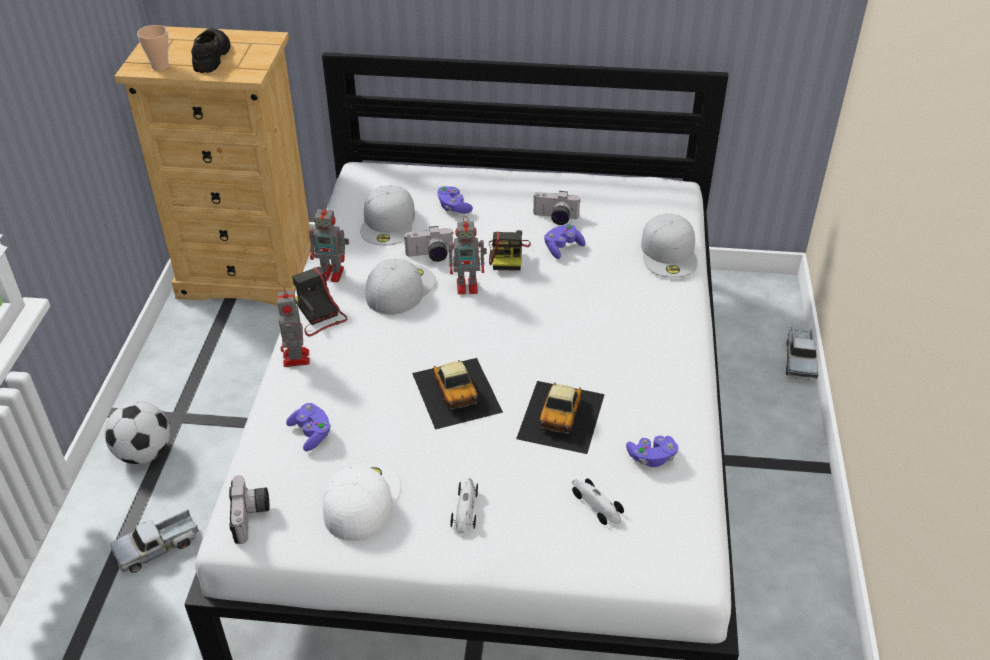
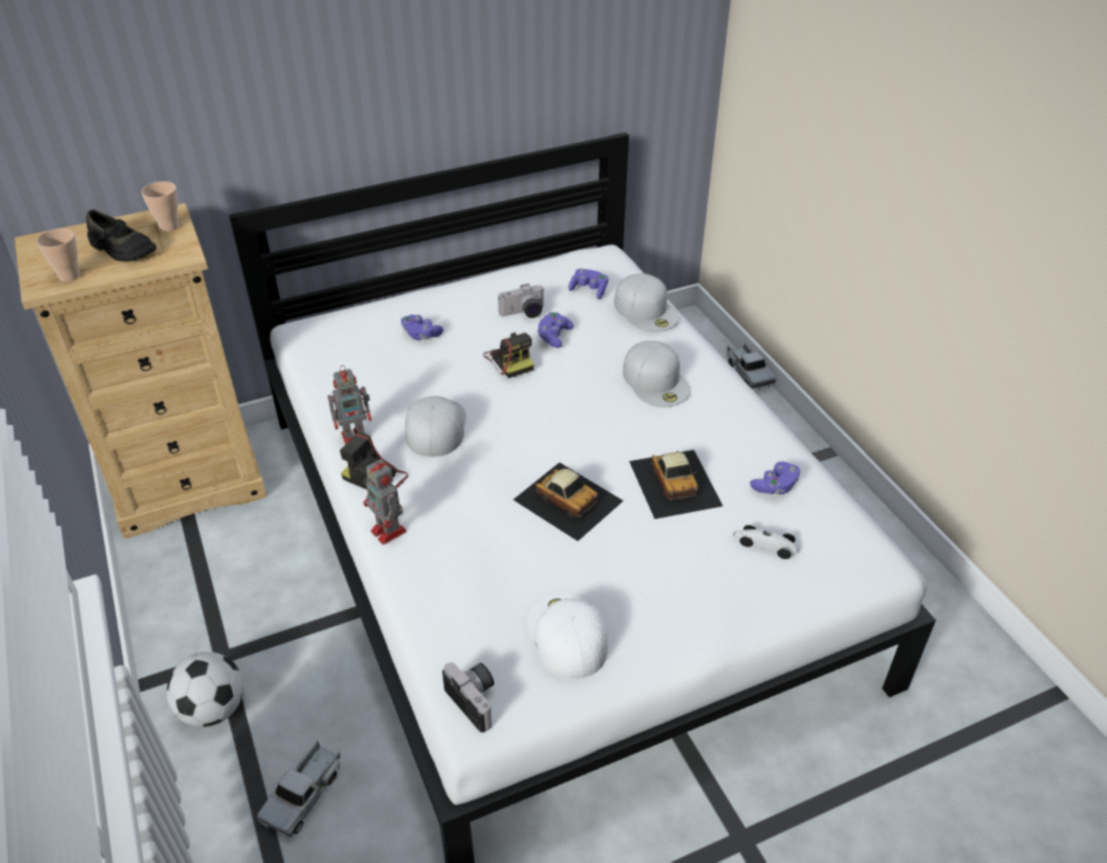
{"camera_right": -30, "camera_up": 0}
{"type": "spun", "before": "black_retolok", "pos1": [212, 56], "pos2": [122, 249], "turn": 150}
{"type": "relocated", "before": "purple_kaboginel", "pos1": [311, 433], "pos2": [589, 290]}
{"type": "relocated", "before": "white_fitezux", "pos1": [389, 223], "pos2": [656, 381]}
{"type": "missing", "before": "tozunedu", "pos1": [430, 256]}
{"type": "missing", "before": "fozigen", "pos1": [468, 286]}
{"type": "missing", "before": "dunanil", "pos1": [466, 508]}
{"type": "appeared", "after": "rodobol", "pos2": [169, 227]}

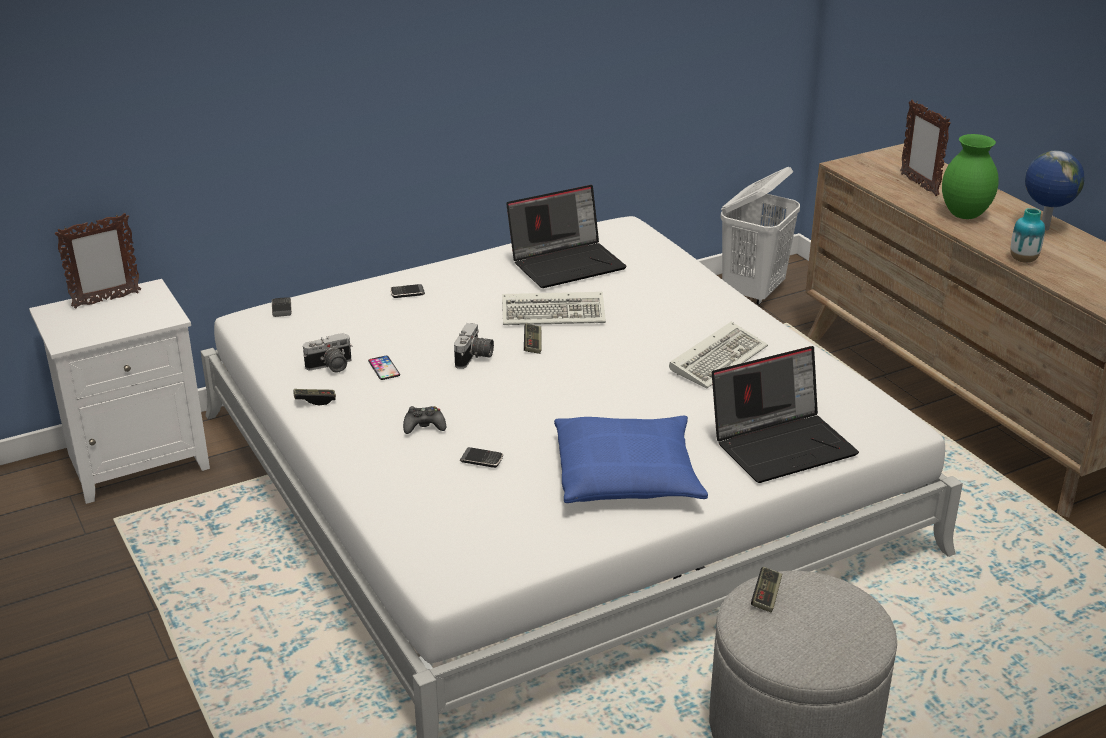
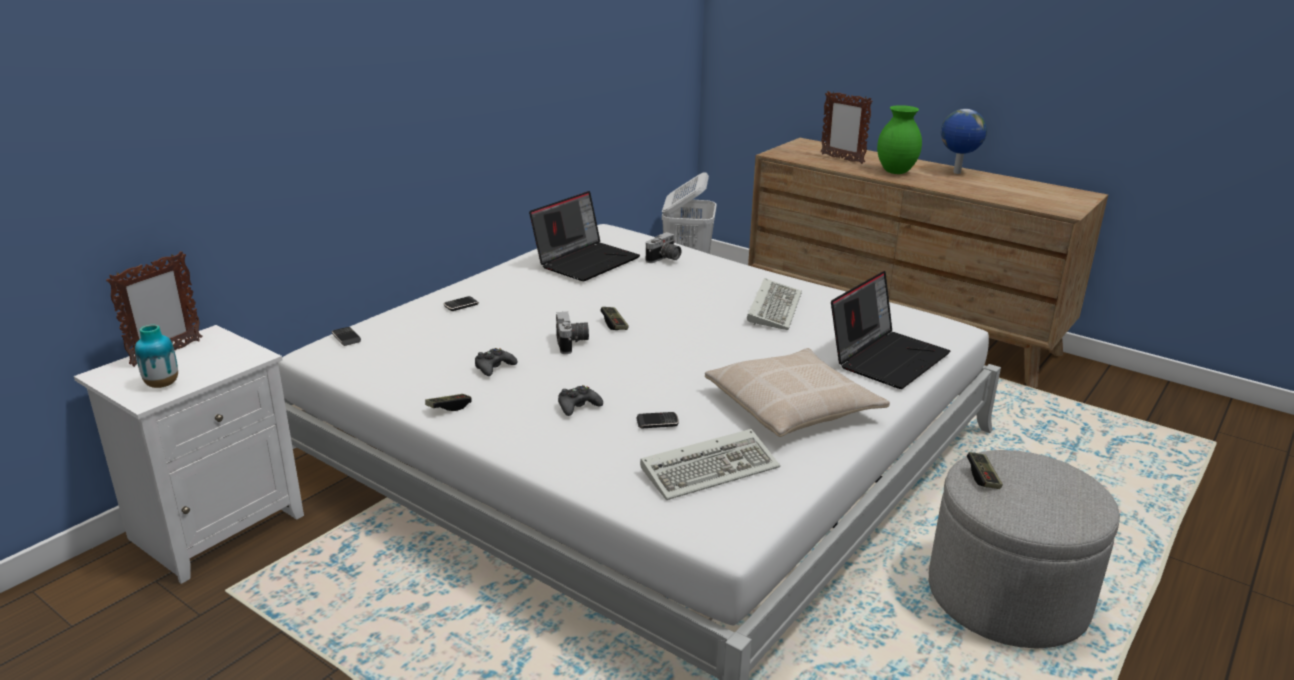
{"camera_right": -25, "camera_up": -5}
{"type": "relocated", "before": "tozunedu", "pos1": [330, 367], "pos2": [664, 259]}
{"type": "exchanged", "before": "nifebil", "after": "black_kaboginel", "pos1": [384, 368], "pos2": [494, 367]}
{"type": "relocated", "before": "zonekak", "pos1": [555, 313], "pos2": [711, 468]}
{"type": "colour", "before": "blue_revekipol", "after": "beige_revekipol", "pos1": [627, 475], "pos2": [793, 407]}
{"type": "relocated", "before": "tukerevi", "pos1": [1023, 260], "pos2": [162, 384]}

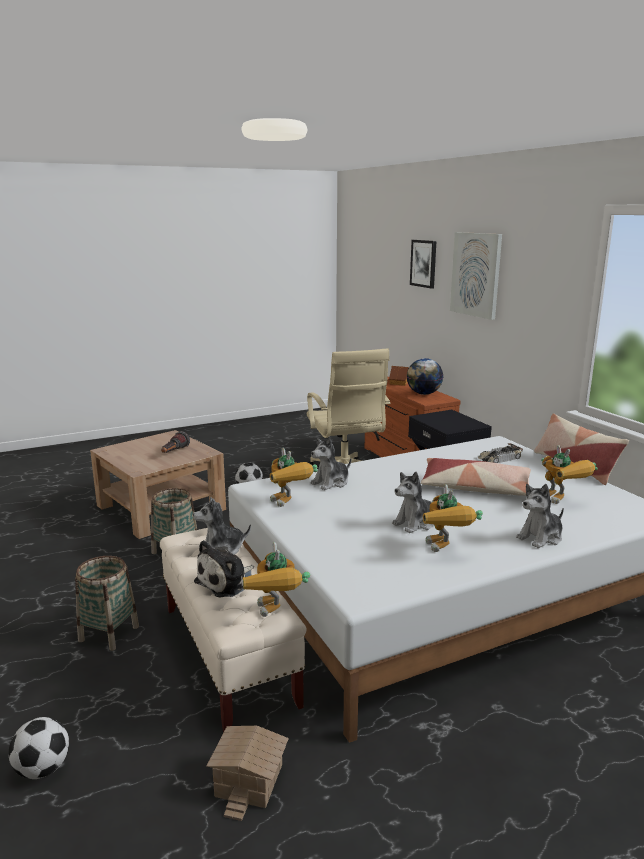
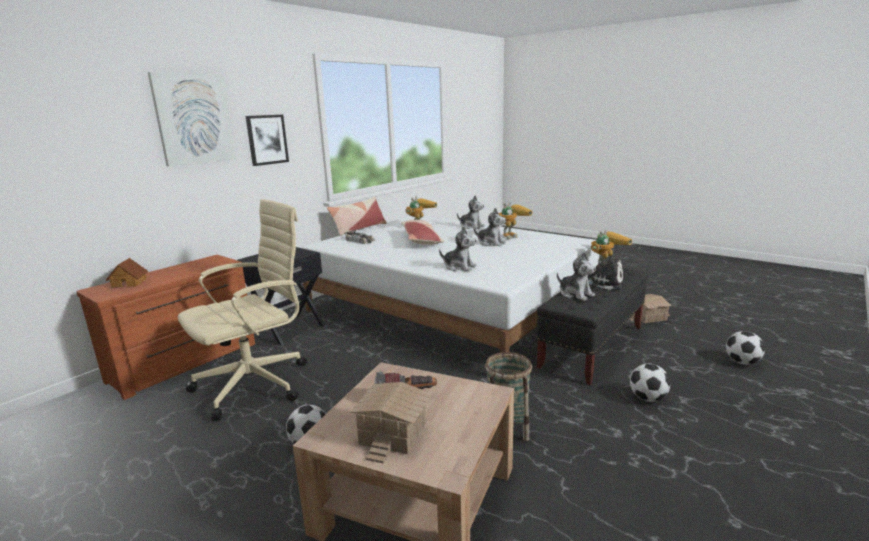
{"camera_right": -115, "camera_up": 0}
{"type": "exchanged", "before": "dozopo", "after": "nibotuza", "pos1": [109, 633], "pos2": [647, 398]}
{"type": "colour", "before": "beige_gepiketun", "after": "black_gepiketun", "pos1": [229, 655], "pos2": [592, 347]}
{"type": "missing", "before": "fozigen", "pos1": [289, 504]}
{"type": "missing", "before": "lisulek", "pos1": [423, 394]}
{"type": "relocated", "before": "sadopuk", "pos1": [423, 263], "pos2": [267, 139]}
{"type": "appeared", "after": "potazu", "pos2": [392, 432]}

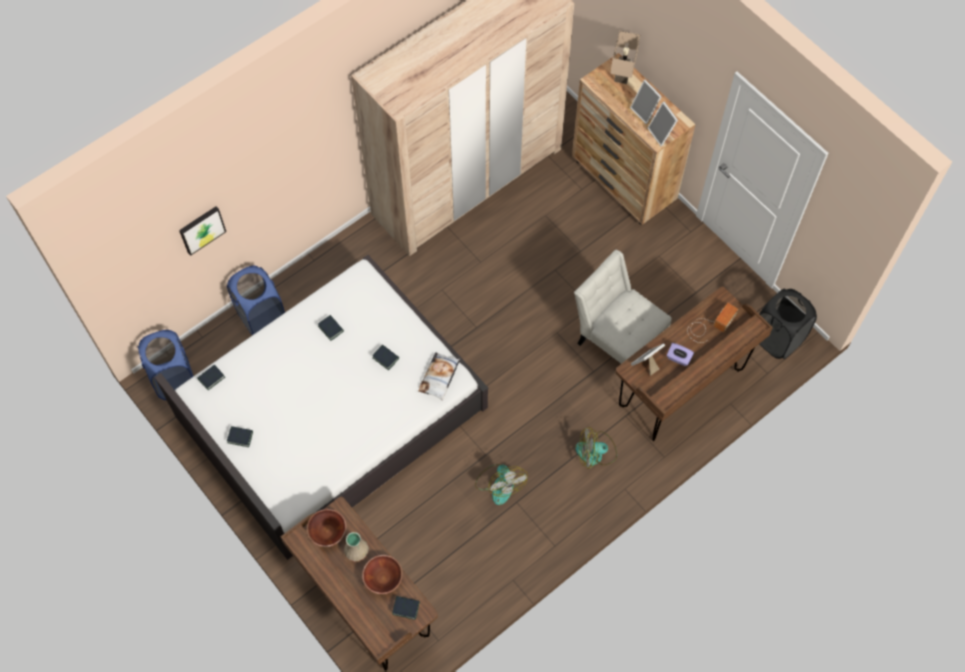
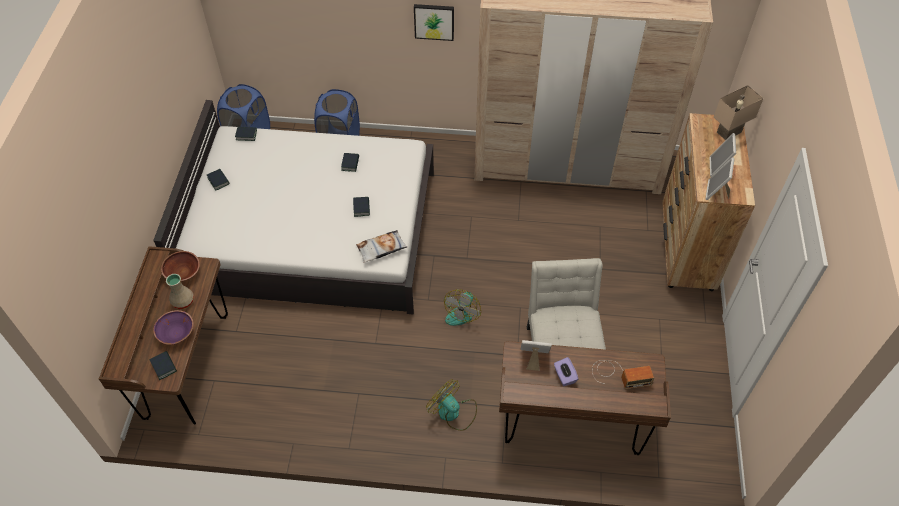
{"camera_right": 45, "camera_up": -10}
{"type": "relocated", "before": "sadopuk", "pos1": [201, 229], "pos2": [434, 21]}
{"type": "colour", "before": "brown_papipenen", "after": "purple_papipenen", "pos1": [383, 577], "pos2": [176, 333]}
{"type": "relocated", "before": "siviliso", "pos1": [499, 484], "pos2": [461, 311]}
{"type": "missing", "before": "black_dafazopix", "pos1": [777, 338]}

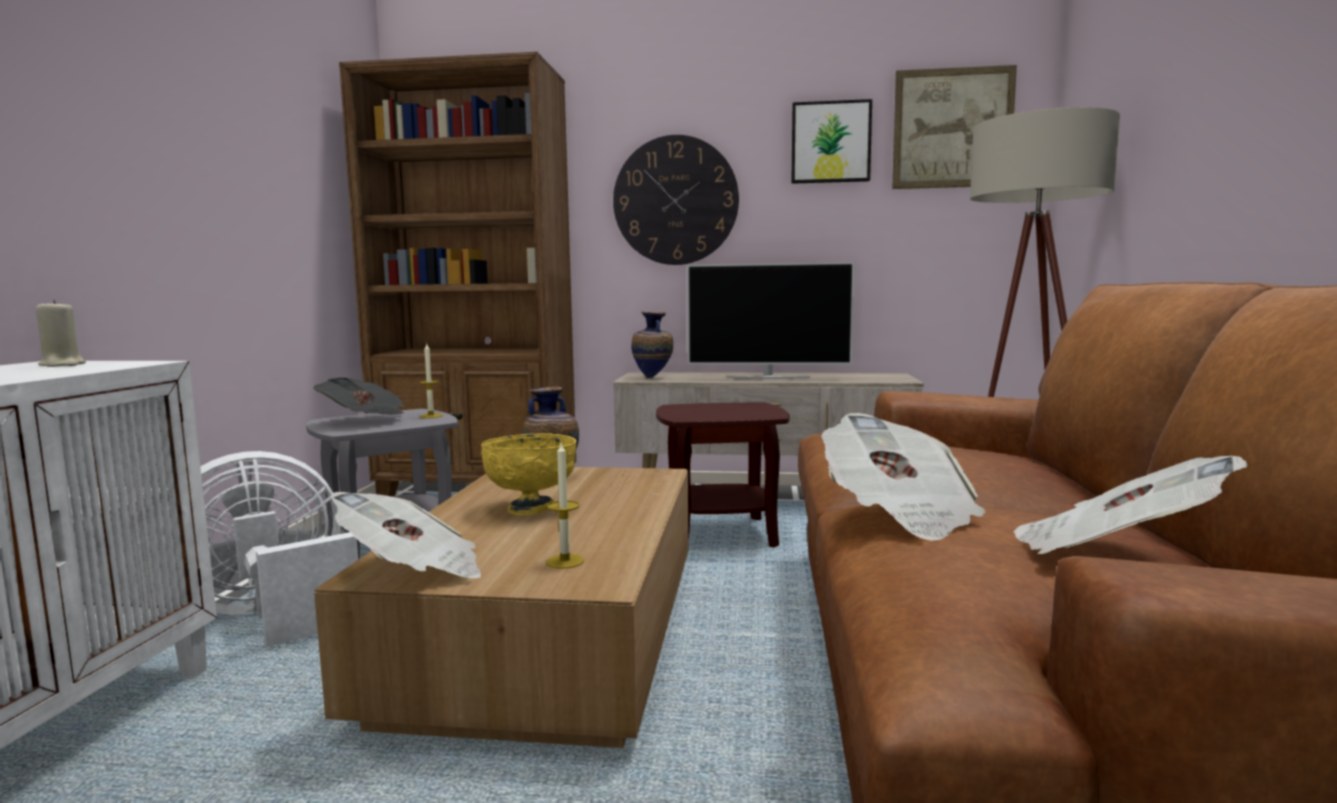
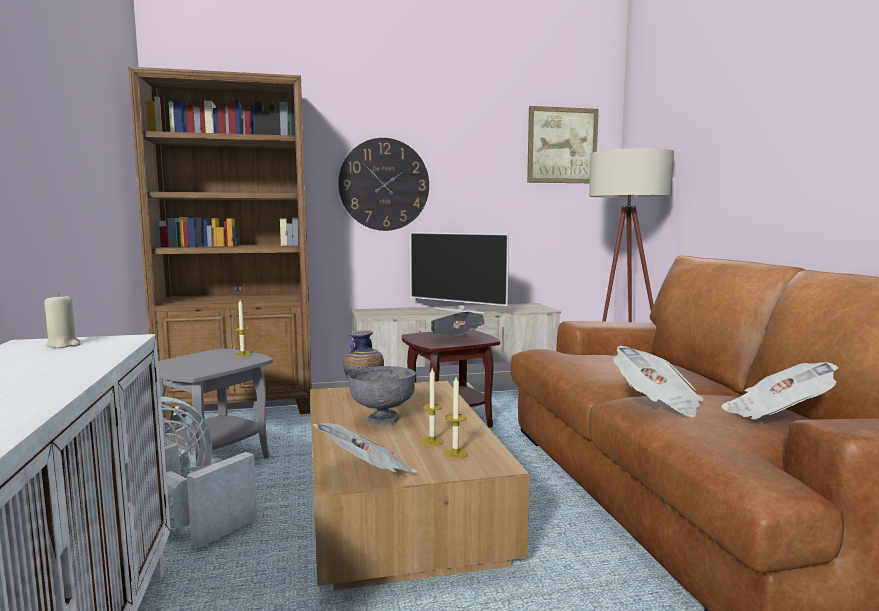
{"camera_right": -20, "camera_up": 0}
{"type": "relocated", "before": "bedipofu", "pos1": [366, 421], "pos2": [457, 339]}
{"type": "colour", "before": "yellow_papipenen", "after": "grey_papipenen", "pos1": [531, 508], "pos2": [382, 420]}
{"type": "missing", "before": "tukerevi", "pos1": [653, 378]}
{"type": "spun", "before": "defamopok", "pos1": [768, 377], "pos2": [459, 310], "turn": 45}
{"type": "missing", "before": "sadopuk", "pos1": [830, 142]}
{"type": "appeared", "after": "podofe", "pos2": [432, 441]}

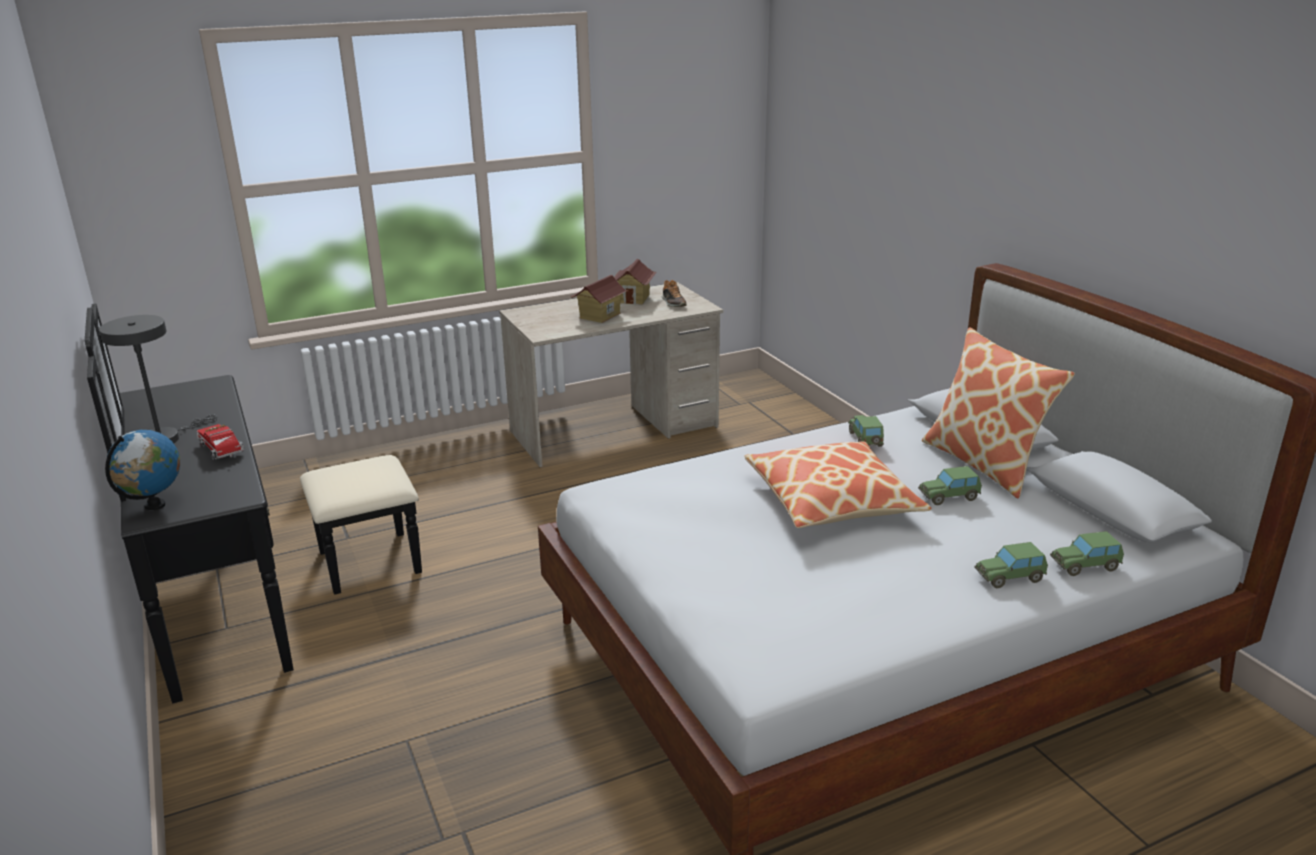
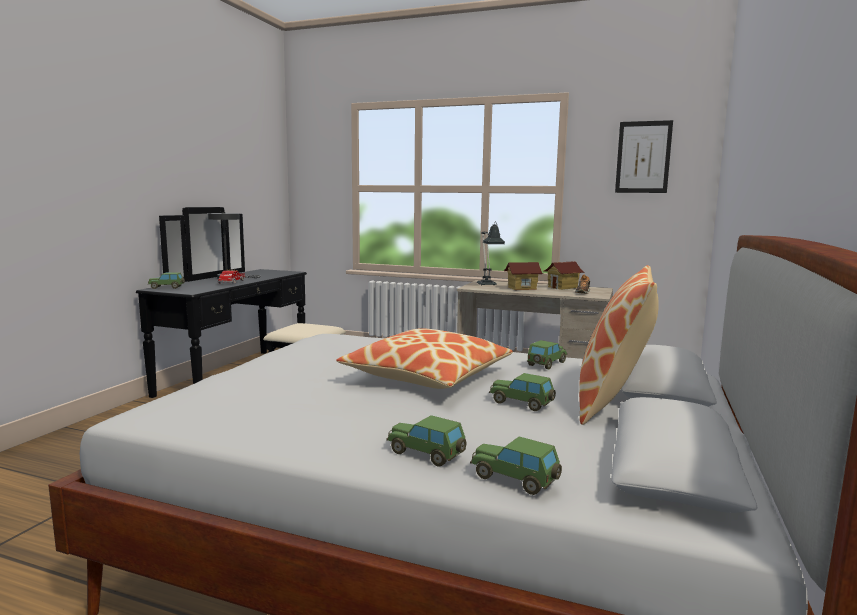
{"camera_right": 45, "camera_up": -15}
{"type": "exchanged", "before": "lisulek", "after": "dunanil", "pos1": [155, 505], "pos2": [167, 287]}
{"type": "appeared", "after": "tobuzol", "pos2": [487, 285]}
{"type": "appeared", "after": "sadopuk", "pos2": [643, 157]}

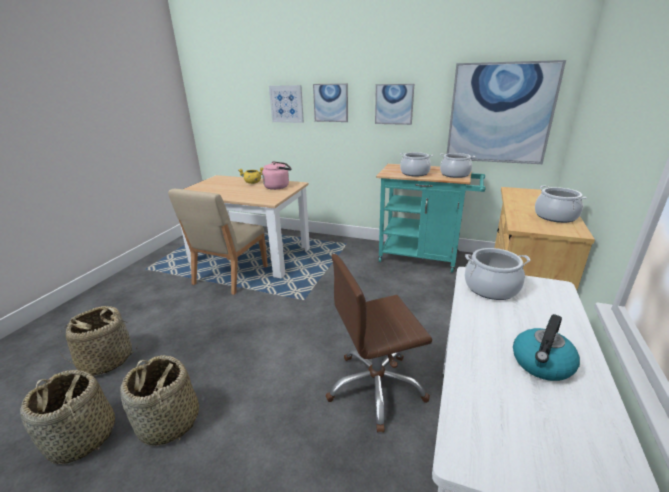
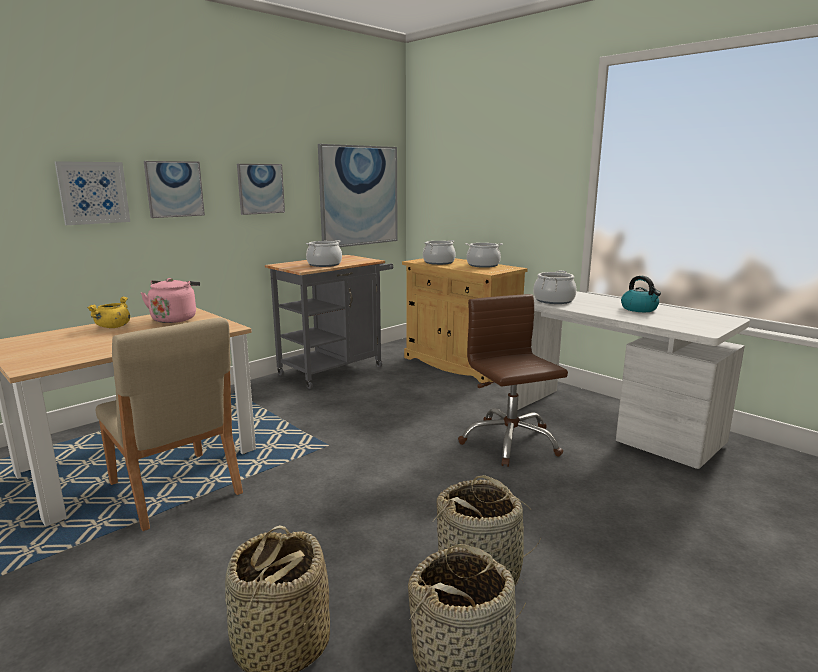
{"camera_right": -65, "camera_up": -10}
{"type": "spun", "before": "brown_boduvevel", "pos1": [376, 388], "pos2": [509, 442], "turn": 150}
{"type": "colour", "before": "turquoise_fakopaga", "after": "grey_fakopaga", "pos1": [423, 258], "pos2": [336, 369]}
{"type": "relocated", "before": "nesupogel", "pos1": [455, 174], "pos2": [438, 262]}

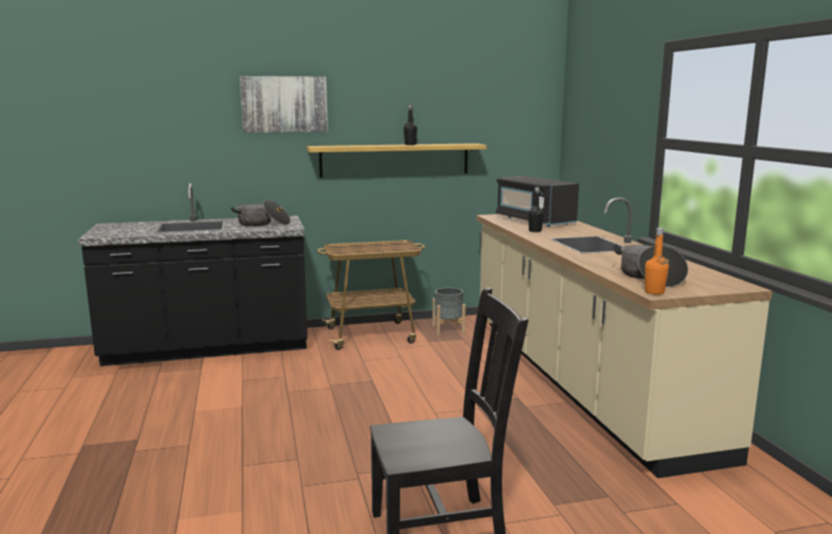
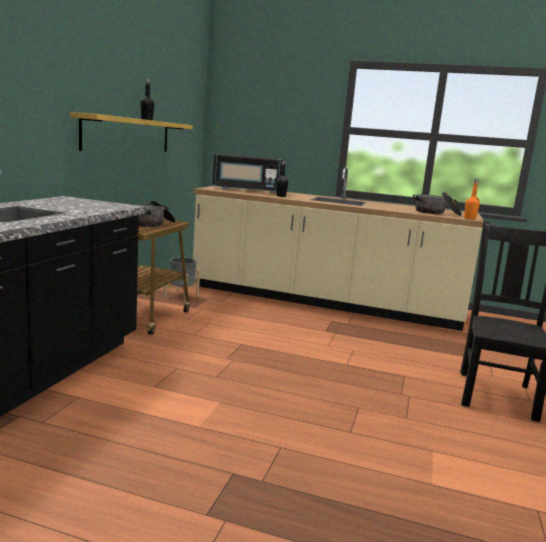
{"camera_right": -60, "camera_up": 0}
{"type": "relocated", "before": "nesupogel", "pos1": [263, 224], "pos2": [153, 224]}
{"type": "missing", "before": "sadopuk", "pos1": [284, 104]}

